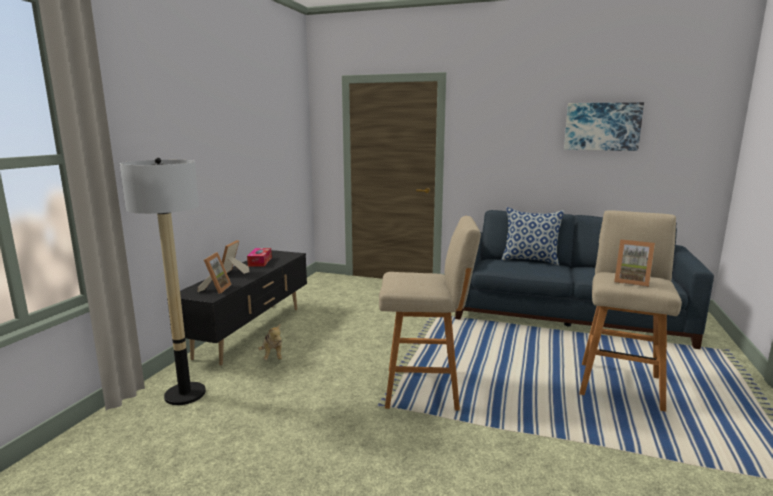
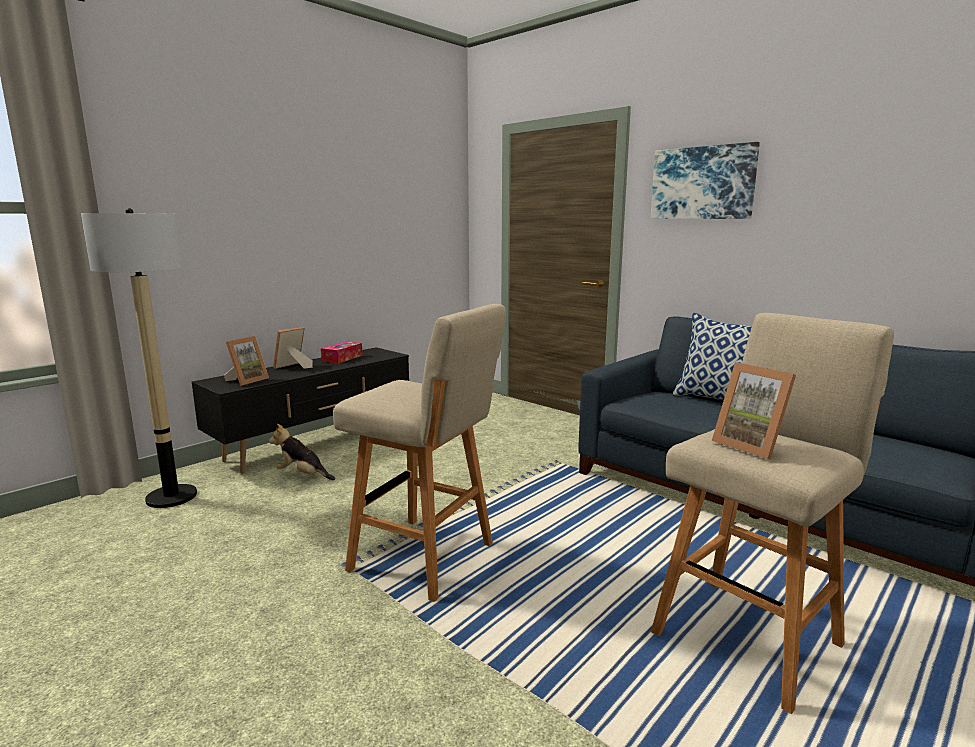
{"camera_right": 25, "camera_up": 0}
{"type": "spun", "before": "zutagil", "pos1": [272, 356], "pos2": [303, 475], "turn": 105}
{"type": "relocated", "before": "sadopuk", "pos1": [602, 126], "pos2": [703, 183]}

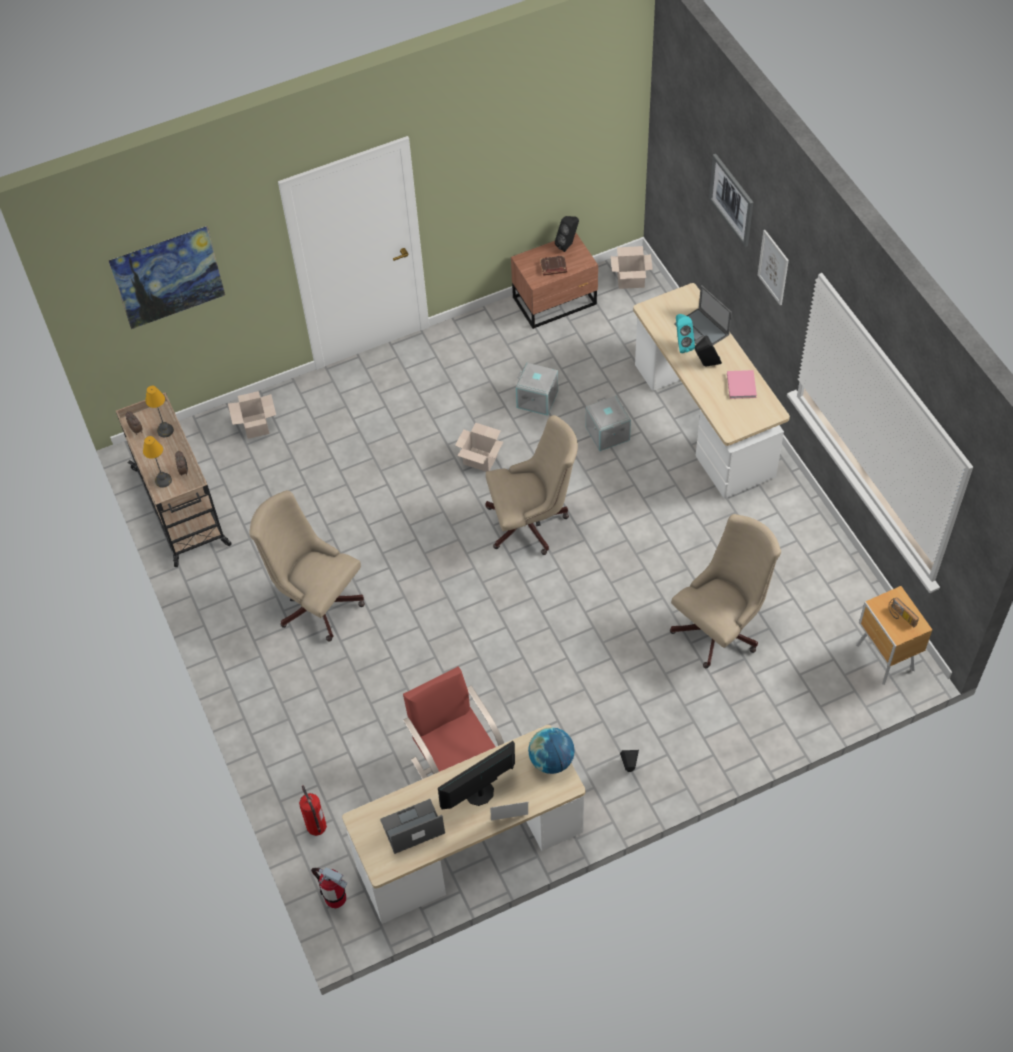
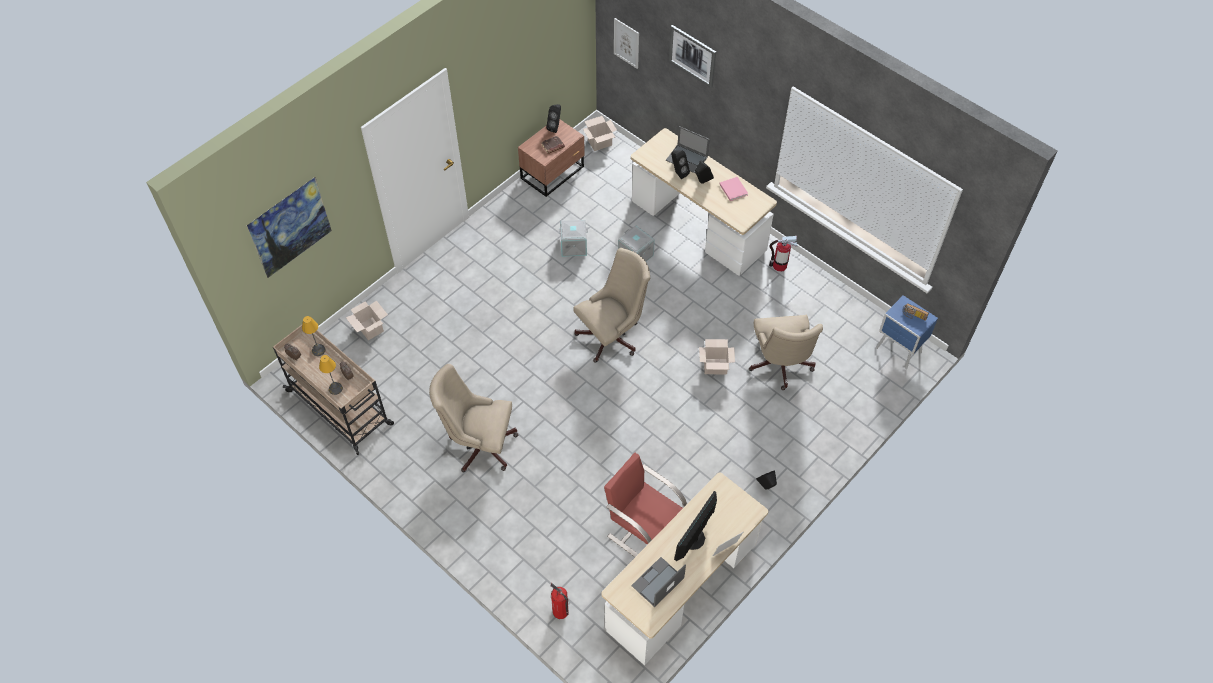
{"camera_right": -25, "camera_up": 0}
{"type": "relocated", "before": "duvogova", "pos1": [335, 898], "pos2": [779, 266]}
{"type": "relocated", "before": "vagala", "pos1": [481, 459], "pos2": [716, 366]}
{"type": "missing", "before": "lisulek", "pos1": [551, 760]}
{"type": "spun", "before": "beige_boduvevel", "pos1": [721, 627], "pos2": [780, 366], "turn": 150}
{"type": "colour", "before": "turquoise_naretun", "after": "black_naretun", "pos1": [682, 345], "pos2": [678, 173]}
{"type": "relocated", "before": "sadopuk", "pos1": [773, 267], "pos2": [626, 43]}
{"type": "colour", "before": "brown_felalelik", "after": "blue_felalelik", "pos1": [885, 659], "pos2": [898, 351]}

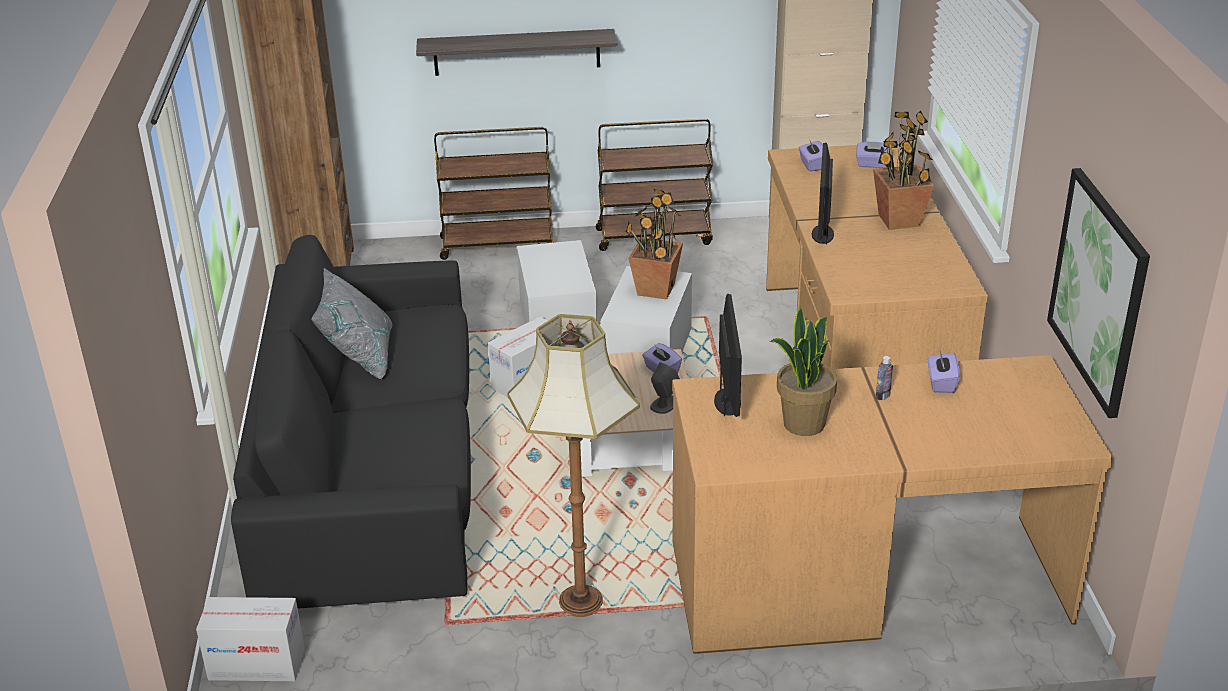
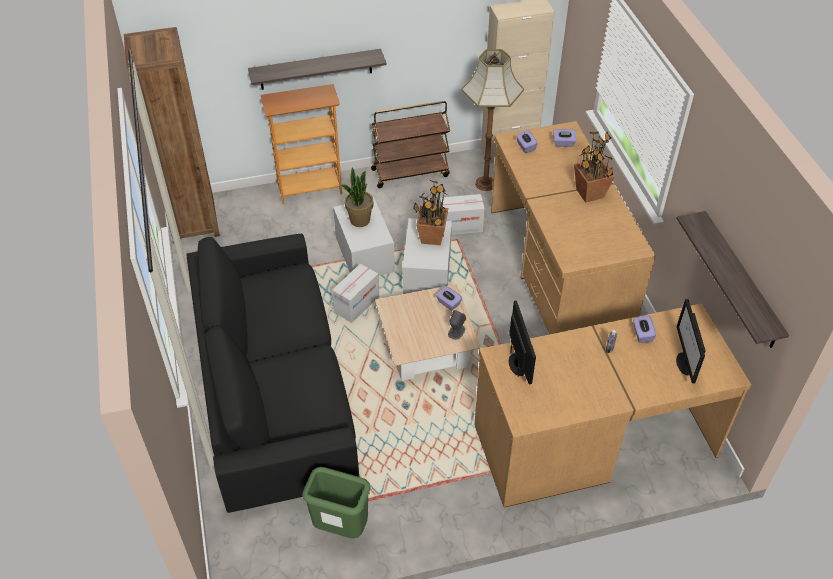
{"camera_right": -10, "camera_up": 15}
{"type": "relocated", "before": "vagala", "pos1": [257, 664], "pos2": [461, 226]}
{"type": "missing", "before": "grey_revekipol", "pos1": [358, 356]}
{"type": "exchanged", "before": "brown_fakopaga", "after": "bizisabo", "pos1": [498, 245], "pos2": [310, 189]}
{"type": "relocated", "before": "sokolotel", "pos1": [580, 603], "pos2": [485, 184]}
{"type": "relocated", "before": "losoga", "pos1": [803, 423], "pos2": [359, 220]}
{"type": "relocated", "before": "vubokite", "pos1": [822, 234], "pos2": [684, 363]}
{"type": "exchanged", "before": "sadopuk", "after": "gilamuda", "pos1": [1098, 290], "pos2": [740, 281]}
{"type": "appeared", "after": "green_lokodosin", "pos2": [341, 527]}

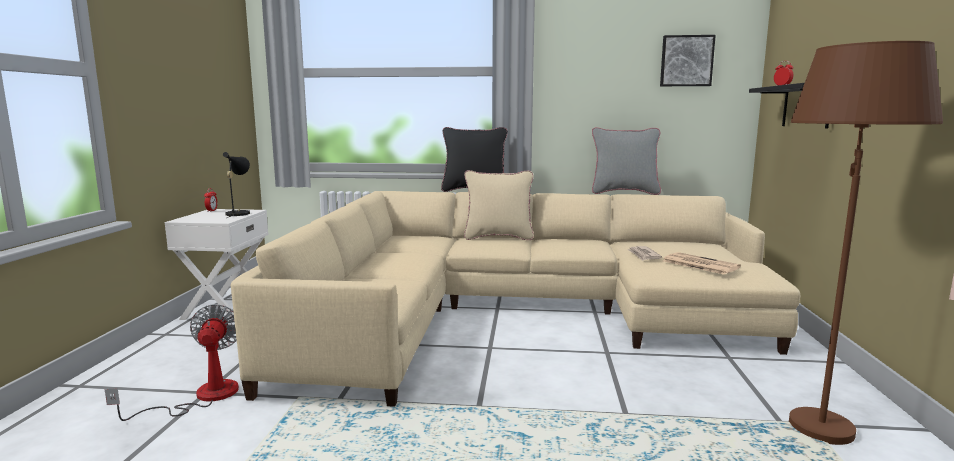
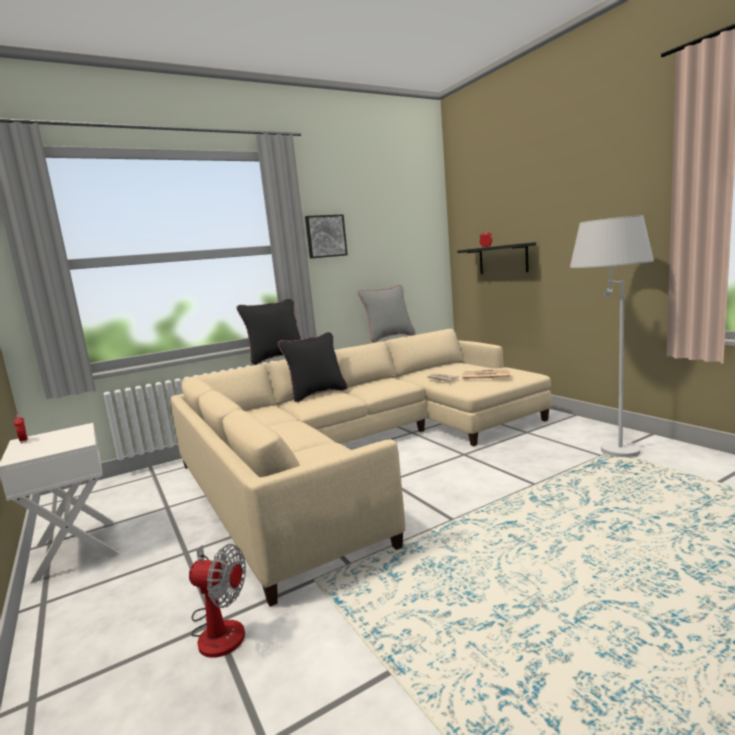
{"camera_right": -35, "camera_up": 0}
{"type": "spun", "before": "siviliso", "pos1": [202, 397], "pos2": [219, 628], "turn": 150}
{"type": "missing", "before": "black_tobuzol", "pos1": [238, 213]}
{"type": "colour", "before": "beige_revekipol", "after": "black_revekipol", "pos1": [498, 237], "pos2": [317, 394]}
{"type": "relocated", "before": "sadopuk", "pos1": [686, 61], "pos2": [325, 236]}
{"type": "colour", "before": "brown_sokolotel", "after": "white_sokolotel", "pos1": [821, 413], "pos2": [609, 444]}

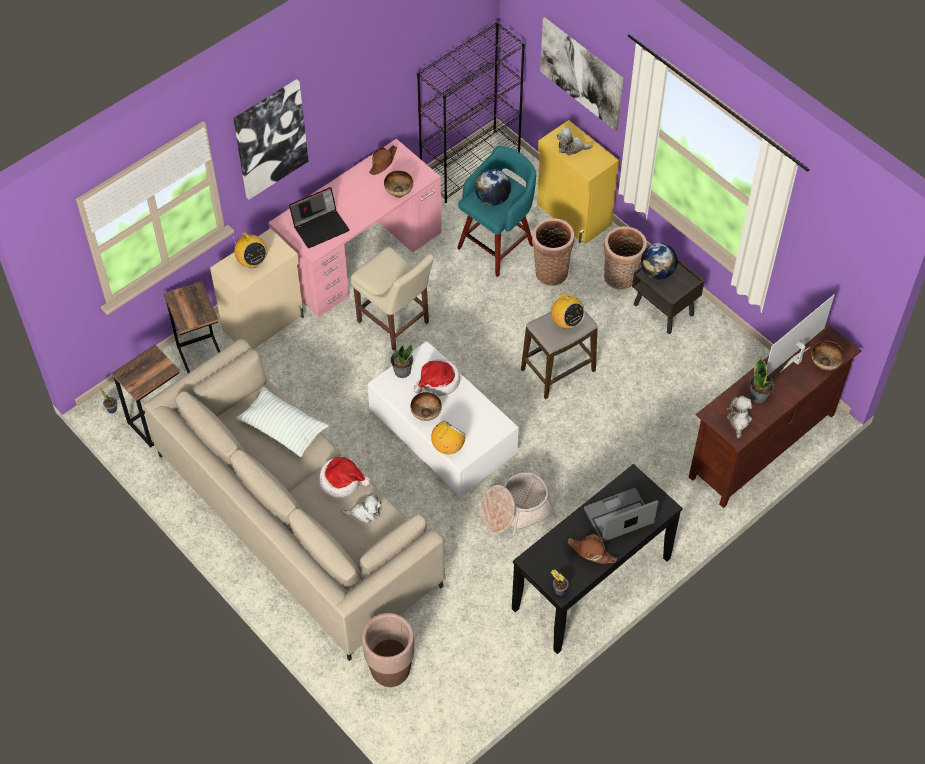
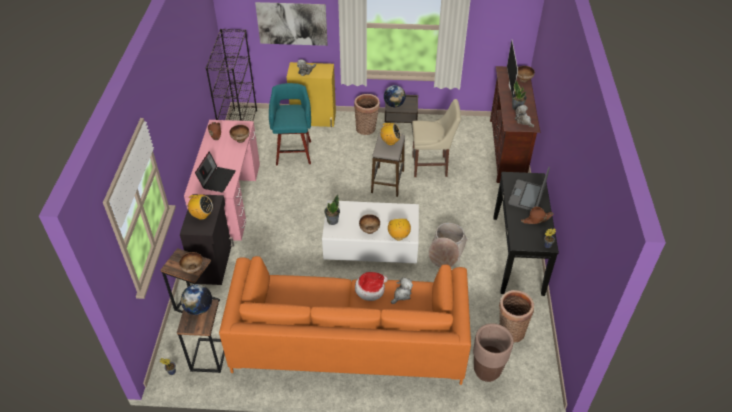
{"camera_right": -45, "camera_up": -10}
{"type": "colour", "before": "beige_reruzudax", "after": "orange_reruzudax", "pos1": [297, 519], "pos2": [348, 340]}
{"type": "colour", "before": "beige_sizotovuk", "after": "black_sizotovuk", "pos1": [264, 323], "pos2": [214, 263]}
{"type": "missing", "before": "sadopuk", "pos1": [270, 139]}
{"type": "missing", "before": "revekipol", "pos1": [283, 428]}
{"type": "relocated", "before": "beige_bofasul", "pos1": [395, 324], "pos2": [432, 166]}
{"type": "missing", "before": "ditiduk", "pos1": [438, 382]}
{"type": "relocated", "before": "lisulek", "pos1": [492, 199], "pos2": [199, 308]}
{"type": "relocated", "before": "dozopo", "pos1": [550, 271], "pos2": [510, 331]}
{"type": "appeared", "after": "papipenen", "pos2": [193, 270]}

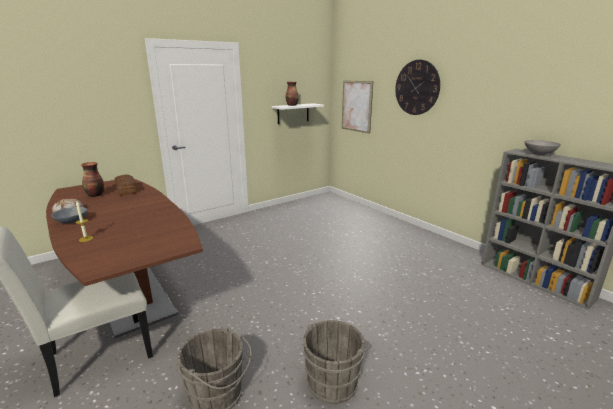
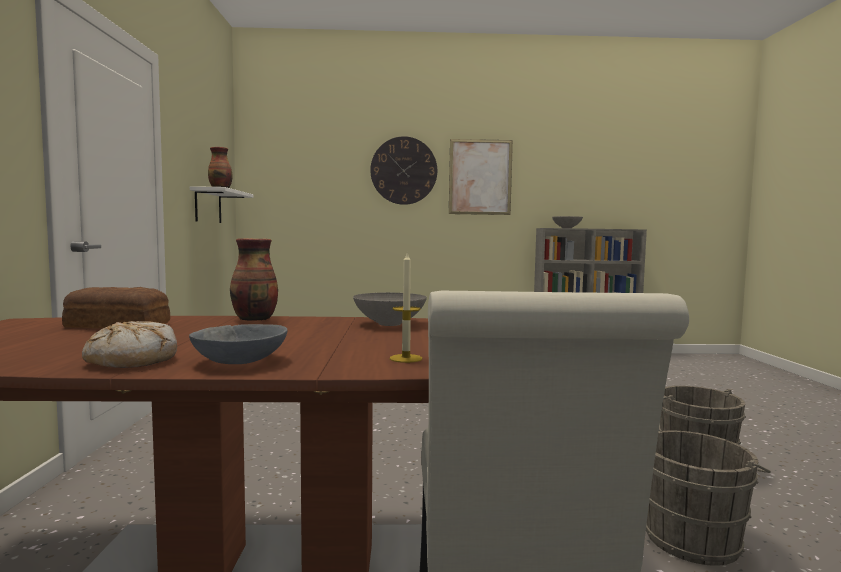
{"camera_right": -55, "camera_up": -15}
{"type": "relocated", "before": "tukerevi", "pos1": [95, 195], "pos2": [255, 319]}
{"type": "relocated", "before": "sadopuk", "pos1": [356, 106], "pos2": [480, 177]}
{"type": "appeared", "after": "grey_papipenen", "pos2": [390, 324]}

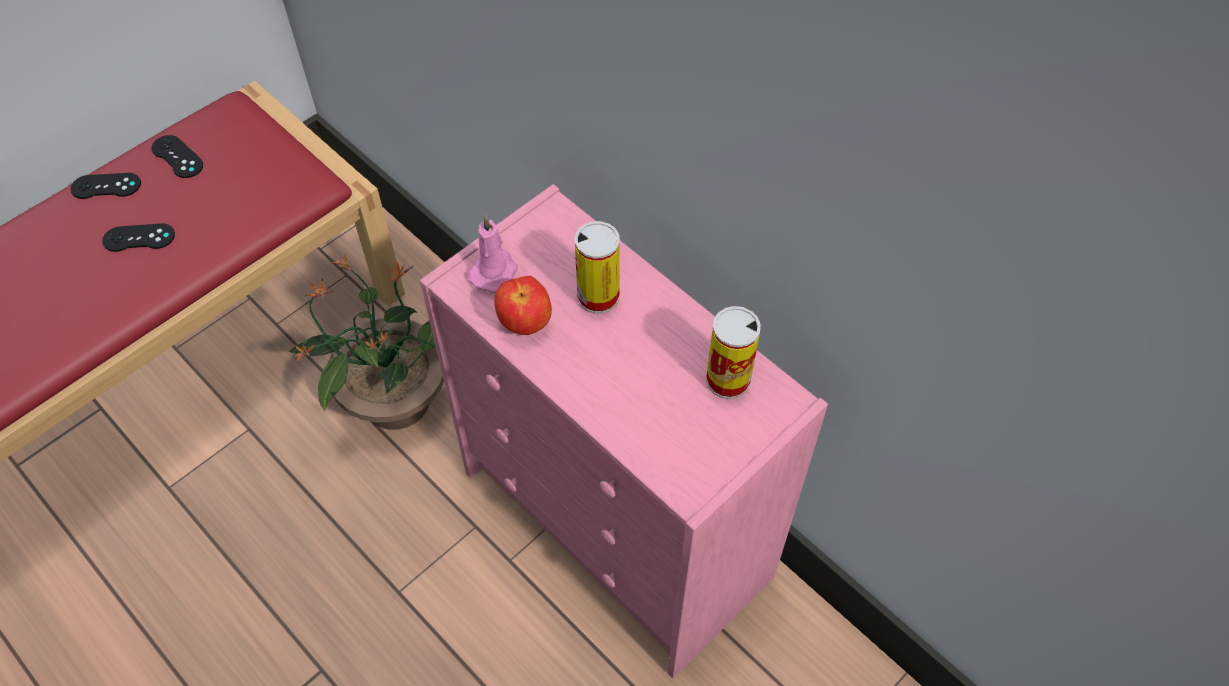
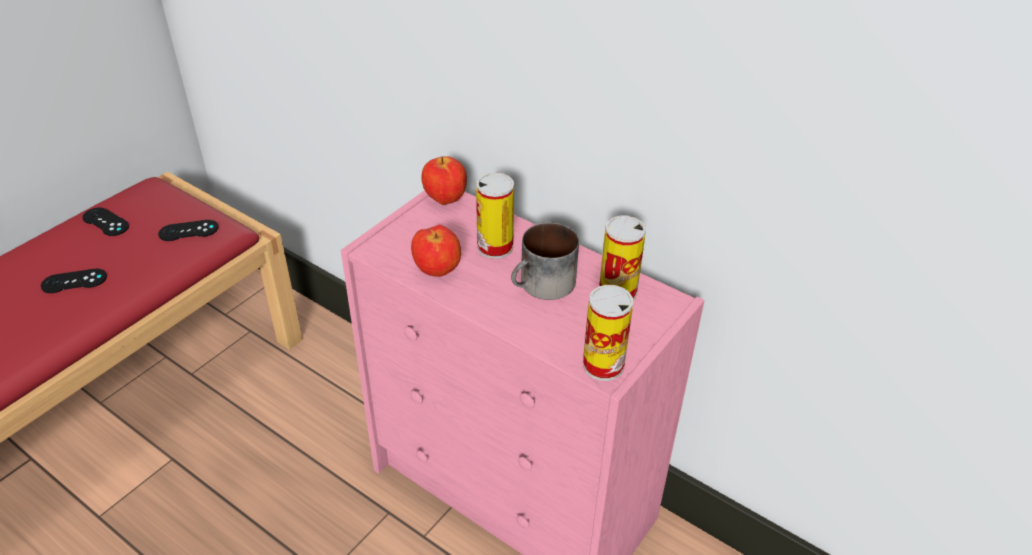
{"camera_right": -10, "camera_up": -15}
{"type": "relocated", "before": "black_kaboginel", "pos1": [106, 186], "pos2": [188, 231]}
{"type": "missing", "before": "losoga", "pos1": [394, 400]}
{"type": "missing", "before": "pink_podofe", "pos1": [495, 271]}
{"type": "appeared", "after": "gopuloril", "pos2": [444, 200]}
{"type": "appeared", "after": "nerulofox", "pos2": [543, 286]}
{"type": "appeared", "after": "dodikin", "pos2": [603, 365]}

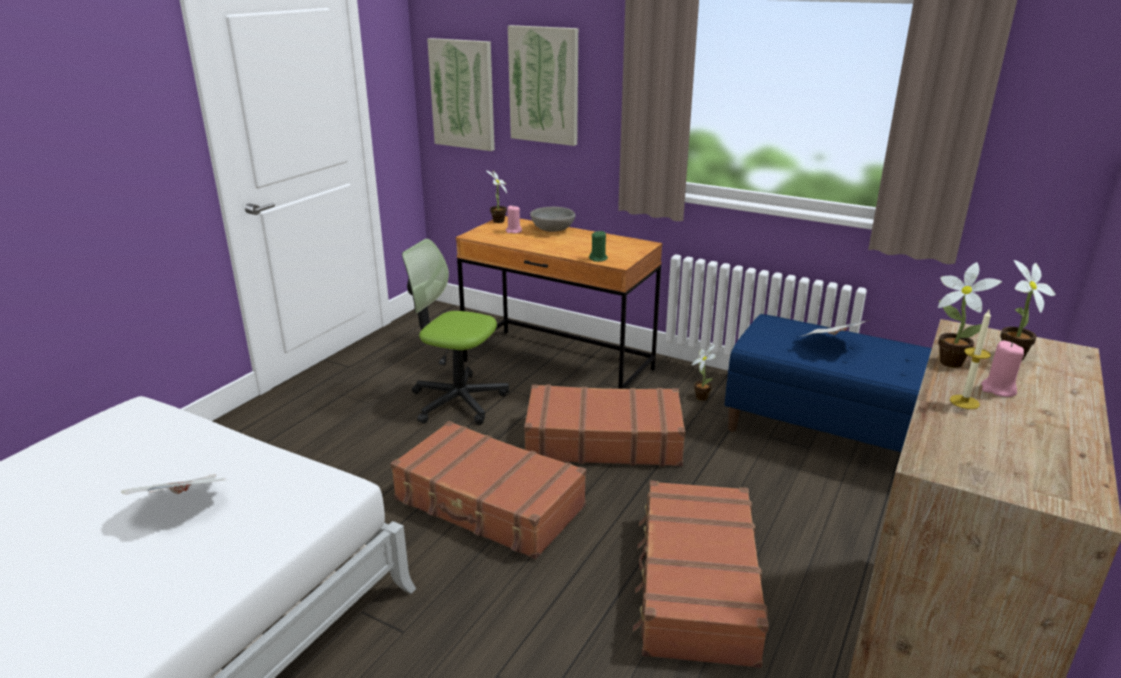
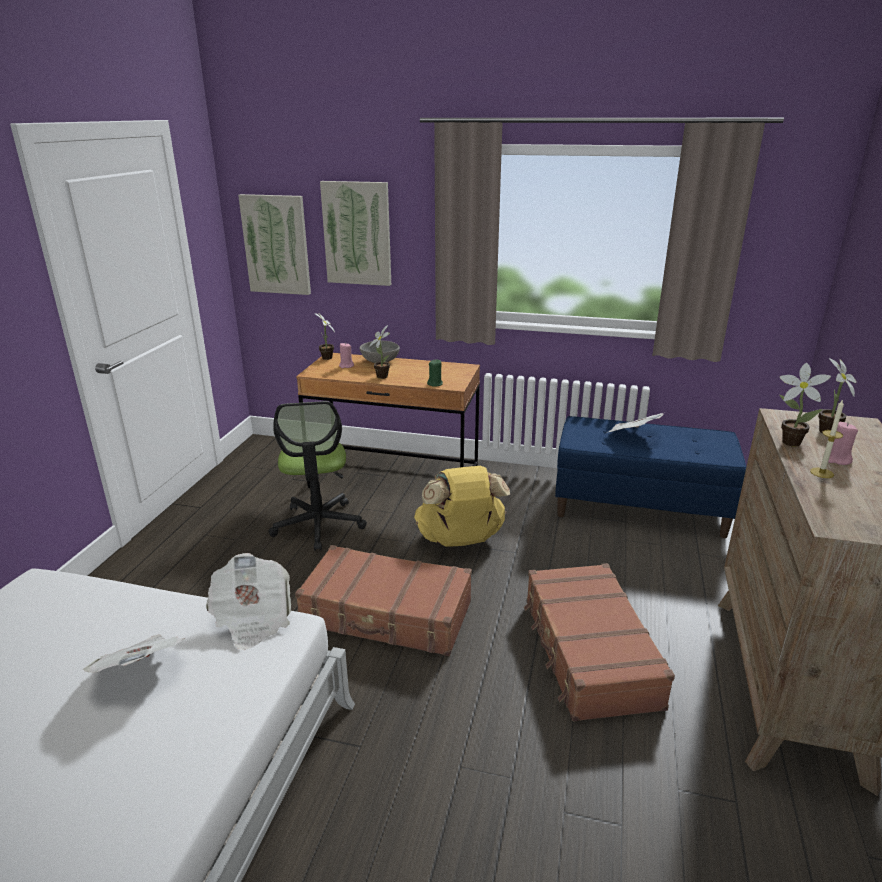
{"camera_right": -15, "camera_up": 0}
{"type": "spun", "before": "boduvevel", "pos1": [458, 401], "pos2": [318, 525], "turn": -105}
{"type": "exchanged", "before": "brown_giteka", "after": "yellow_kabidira", "pos1": [603, 440], "pos2": [460, 541]}
{"type": "relocated", "before": "losoga", "pos1": [701, 396], "pos2": [382, 376]}
{"type": "appeared", "after": "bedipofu", "pos2": [252, 618]}

